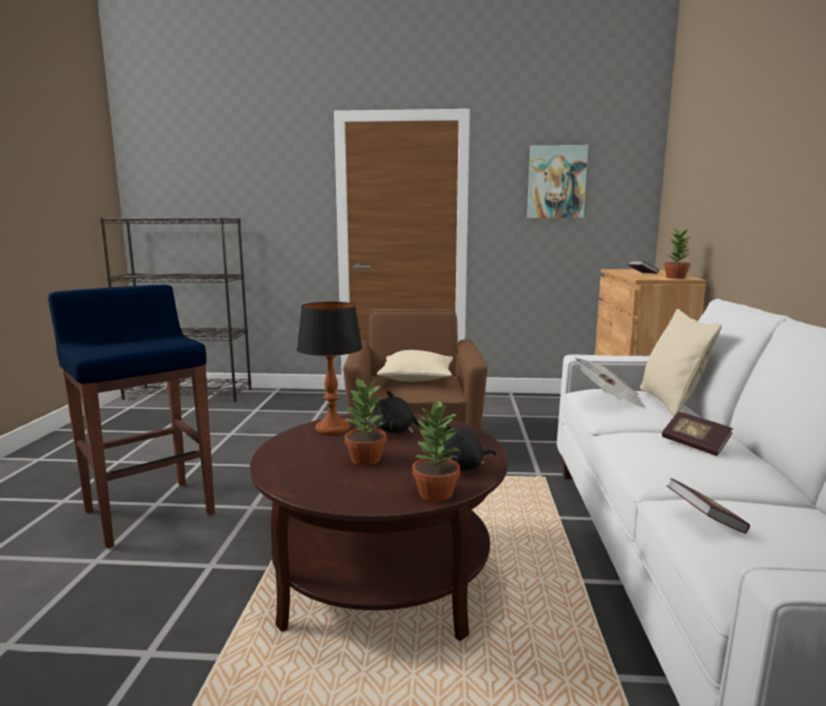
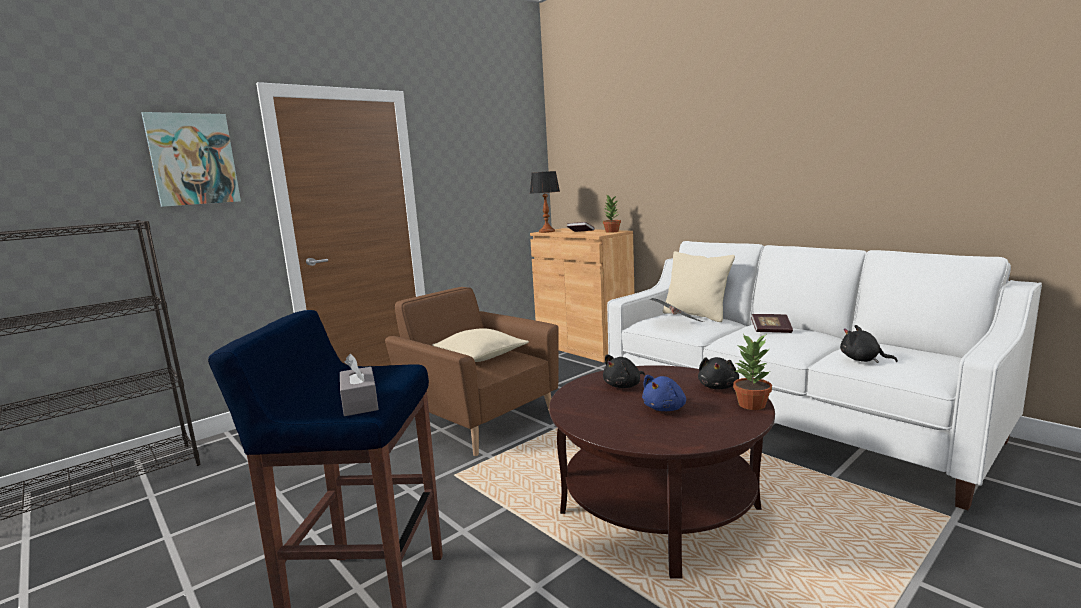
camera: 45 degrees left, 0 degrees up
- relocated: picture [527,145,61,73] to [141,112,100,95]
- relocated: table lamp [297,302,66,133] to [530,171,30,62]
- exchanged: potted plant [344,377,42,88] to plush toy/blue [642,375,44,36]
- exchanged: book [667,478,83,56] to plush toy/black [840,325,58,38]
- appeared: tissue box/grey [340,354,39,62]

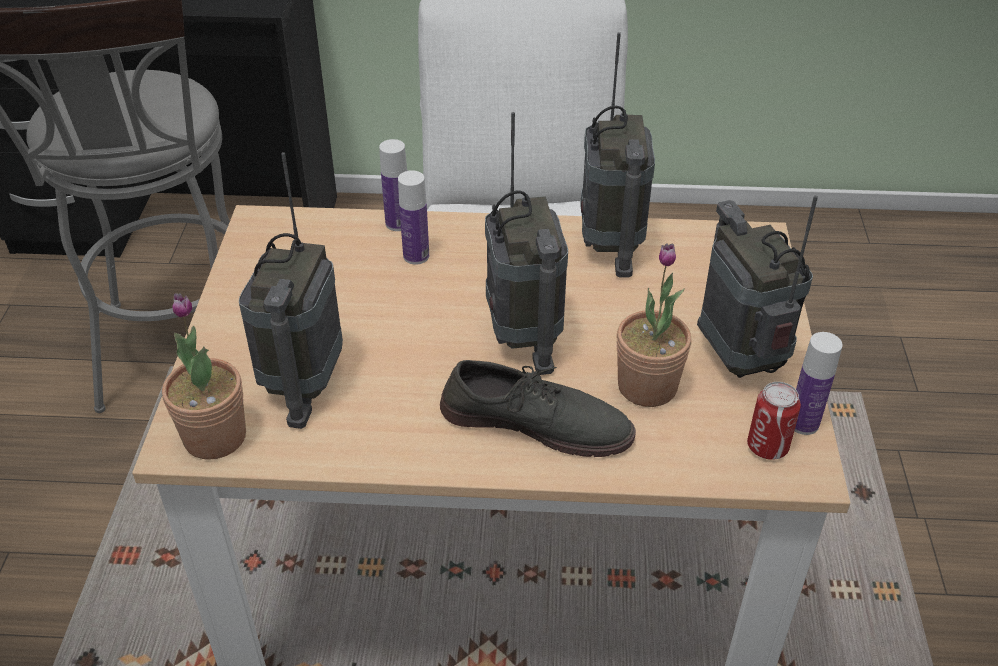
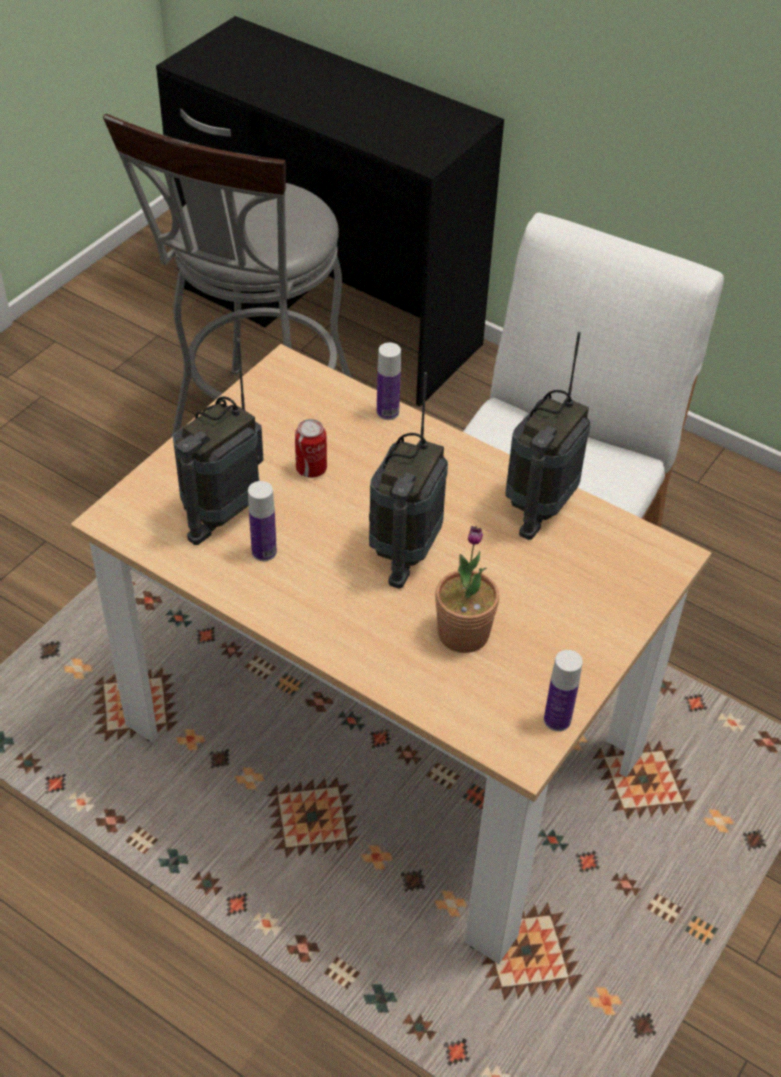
camera: 30 degrees right, 5 degrees up
- relocated: bottle [398,170,31,95] to [248,481,29,80]
- missing: radio [697,195,121,183]
- missing: potted plant [162,293,84,166]
- missing: shoe/grey [440,360,196,97]
- relocated: can [747,382,54,78] to [295,419,32,59]

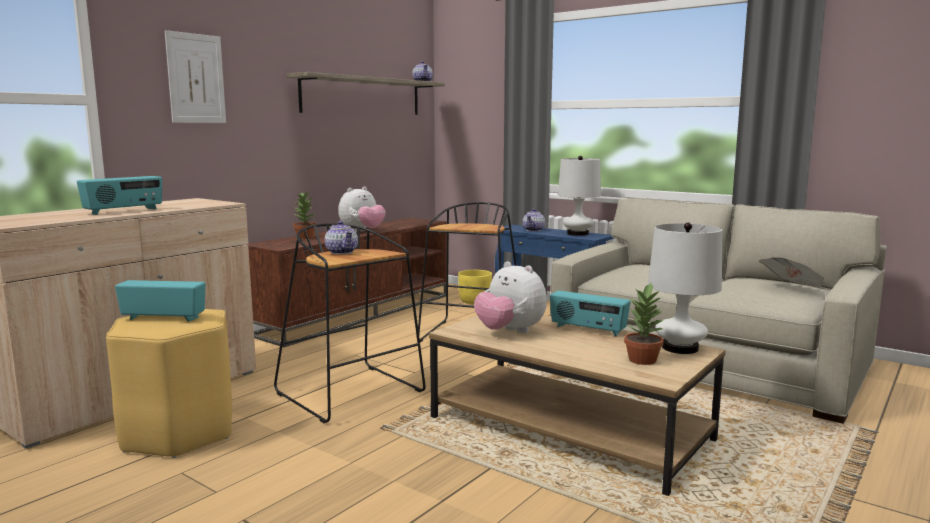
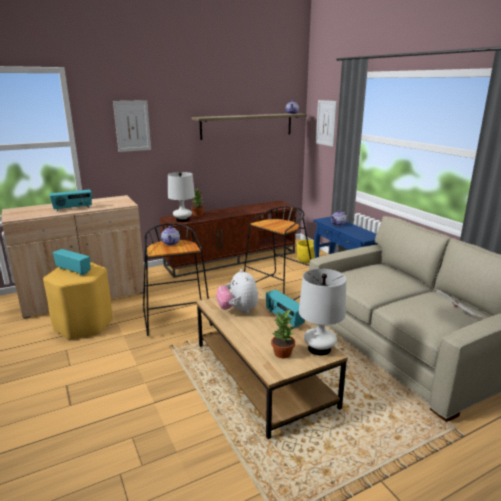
camera: 25 degrees right, 10 degrees up
- relocated: table lamp/white [558,156,43,80] to [168,172,27,50]
- missing: plush toy [338,186,48,46]
- appeared: picture [316,100,21,47]

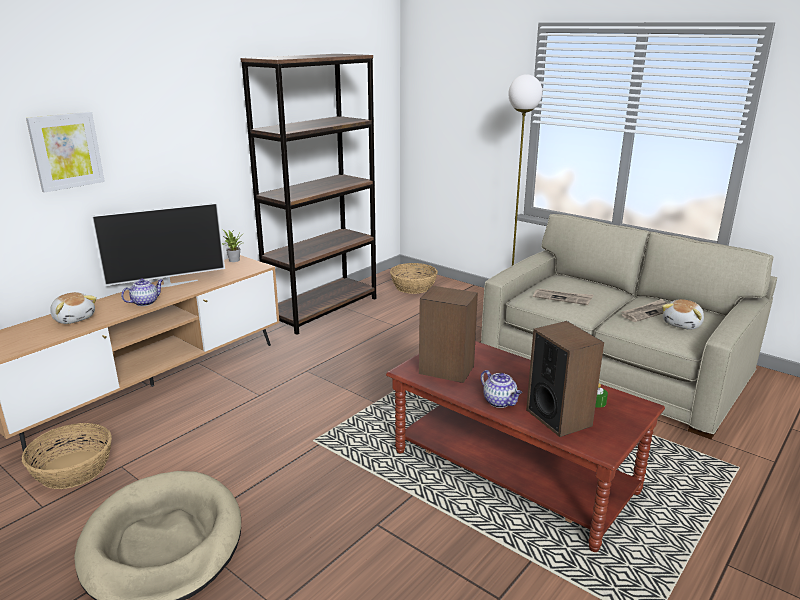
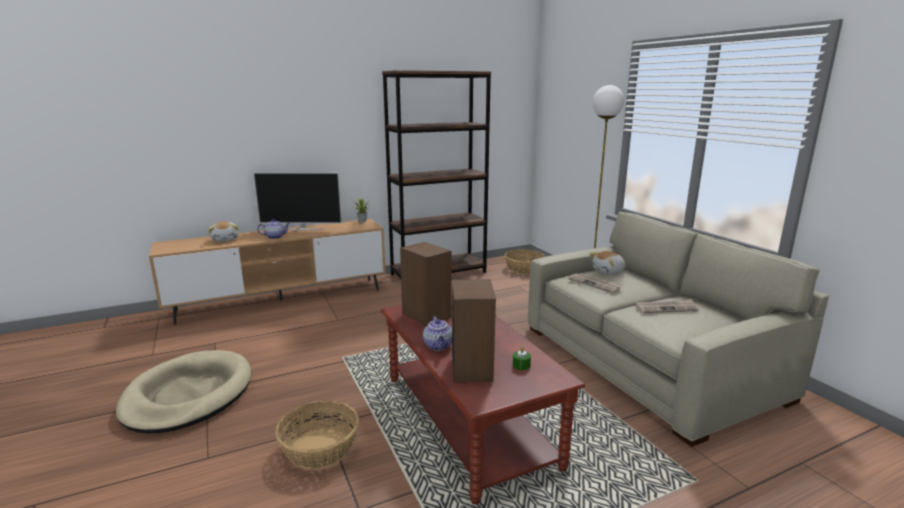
camera: 25 degrees right, 5 degrees down
- missing: picture [26,112,79,81]
- relocated: plush toy [662,299,42,31] to [589,251,36,23]
- relocated: basket [22,423,90,66] to [275,400,84,69]

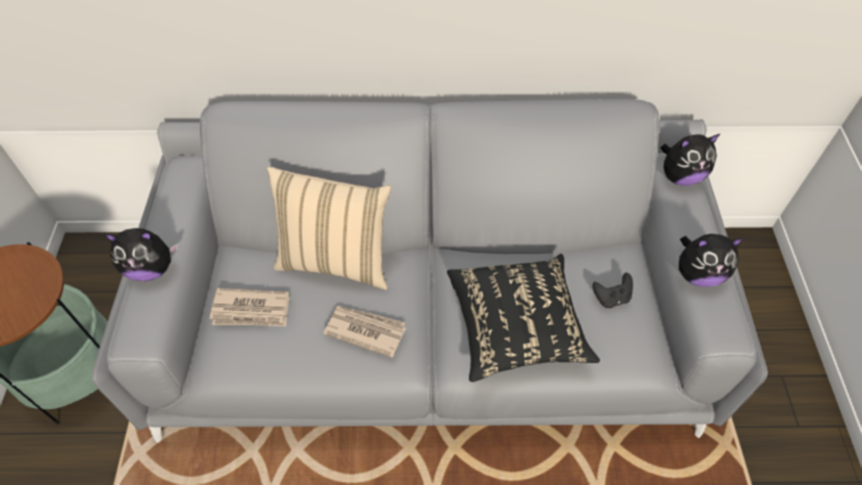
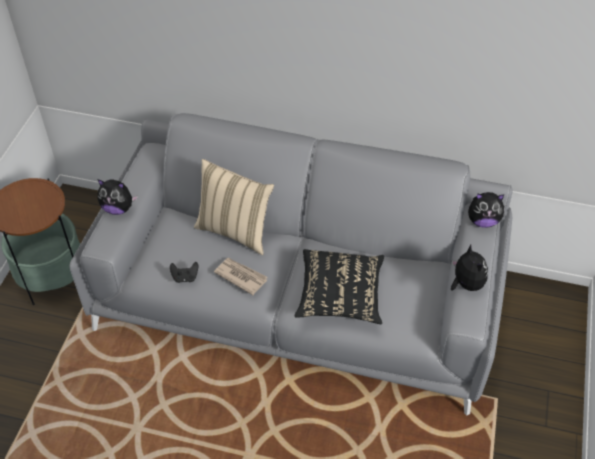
camera: 15 degrees right, 5 degrees down
- spun: plush toy [679,234,65,53] = [451,245,37,46] 120 degrees counterclockwise
- relocated: game controller/black [592,273,41,35] to [170,262,28,21]
- missing: newspaper [210,288,79,38]

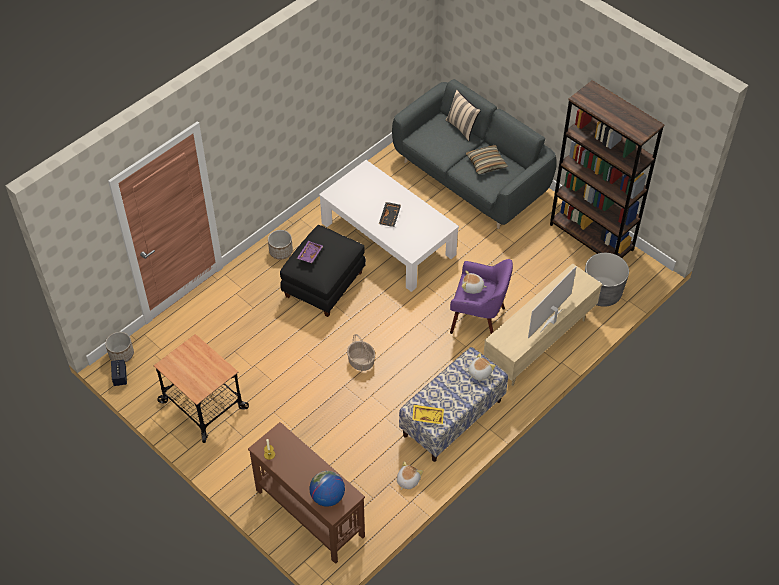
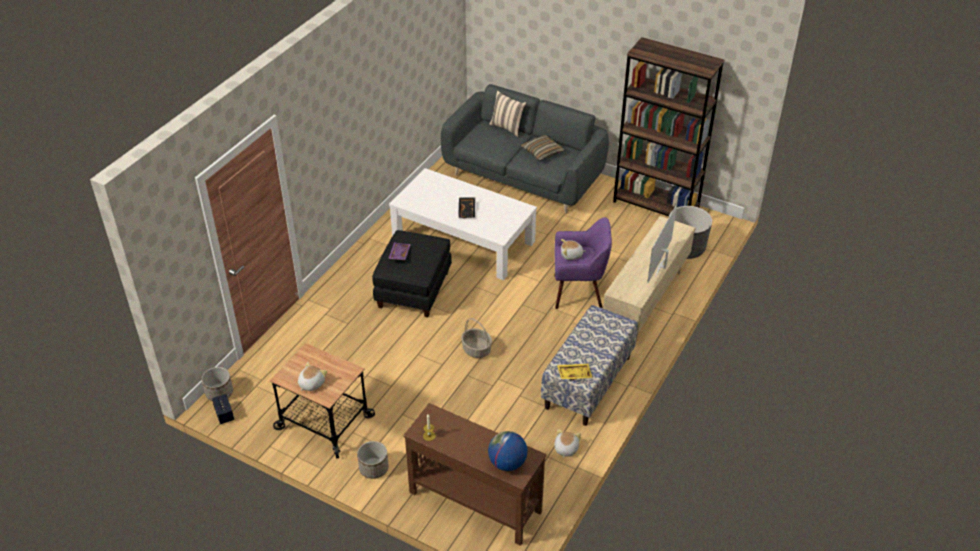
camera: 15 degrees left, 10 degrees down
- relocated: planter [268,230,25,30] to [357,441,32,38]
- relocated: plush toy [468,353,28,27] to [298,362,29,29]

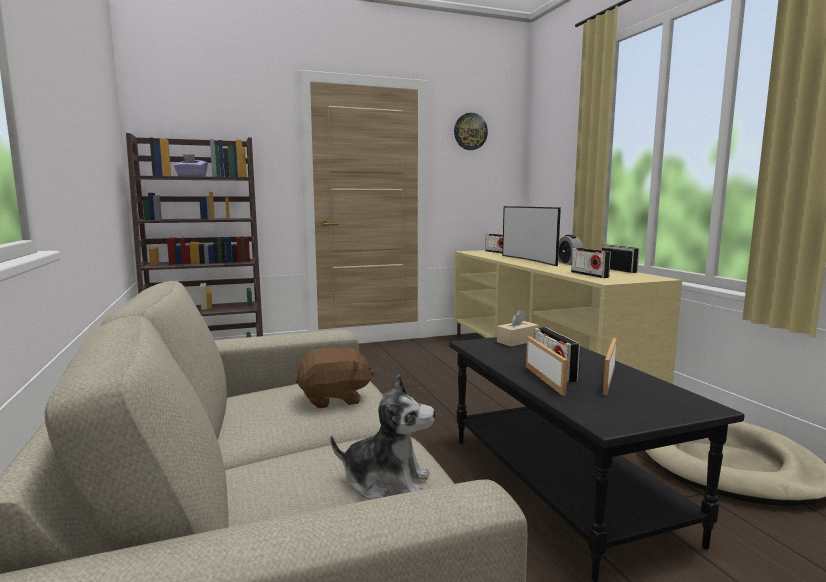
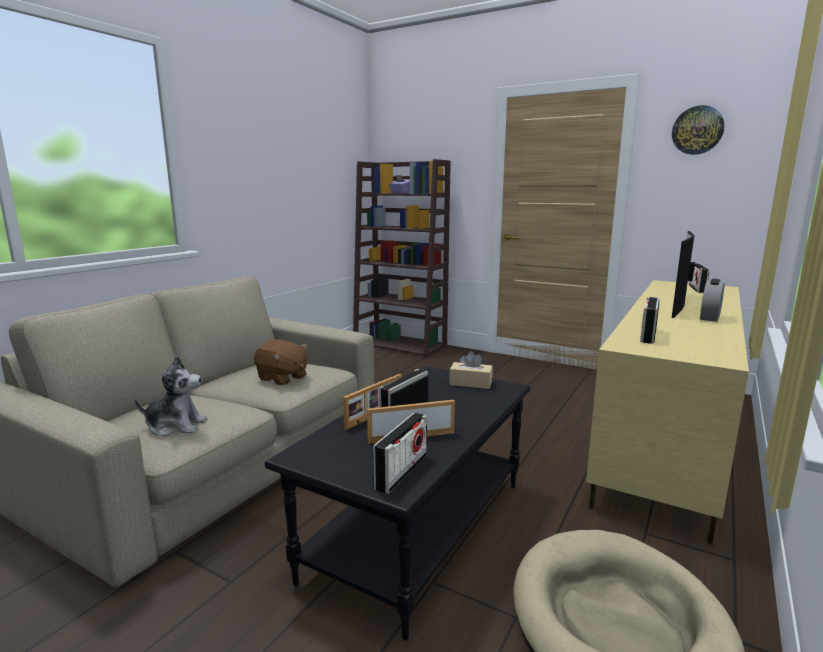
camera: 50 degrees right, 5 degrees up
- relocated: radio [602,245,38,28] to [373,413,54,81]
- spun: plush toy [331,374,104,125] = [135,356,72,81] 60 degrees counterclockwise

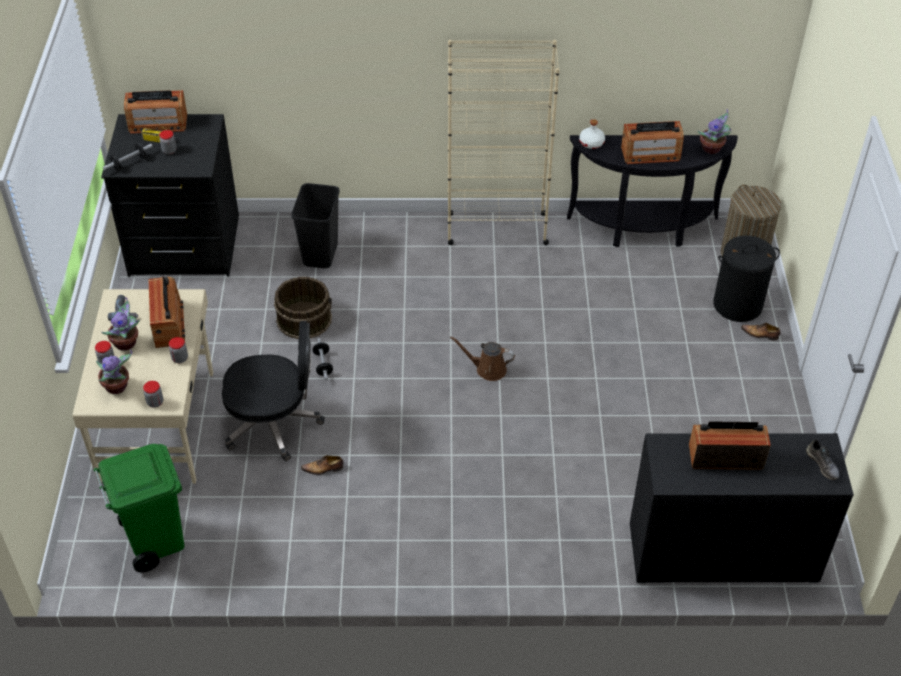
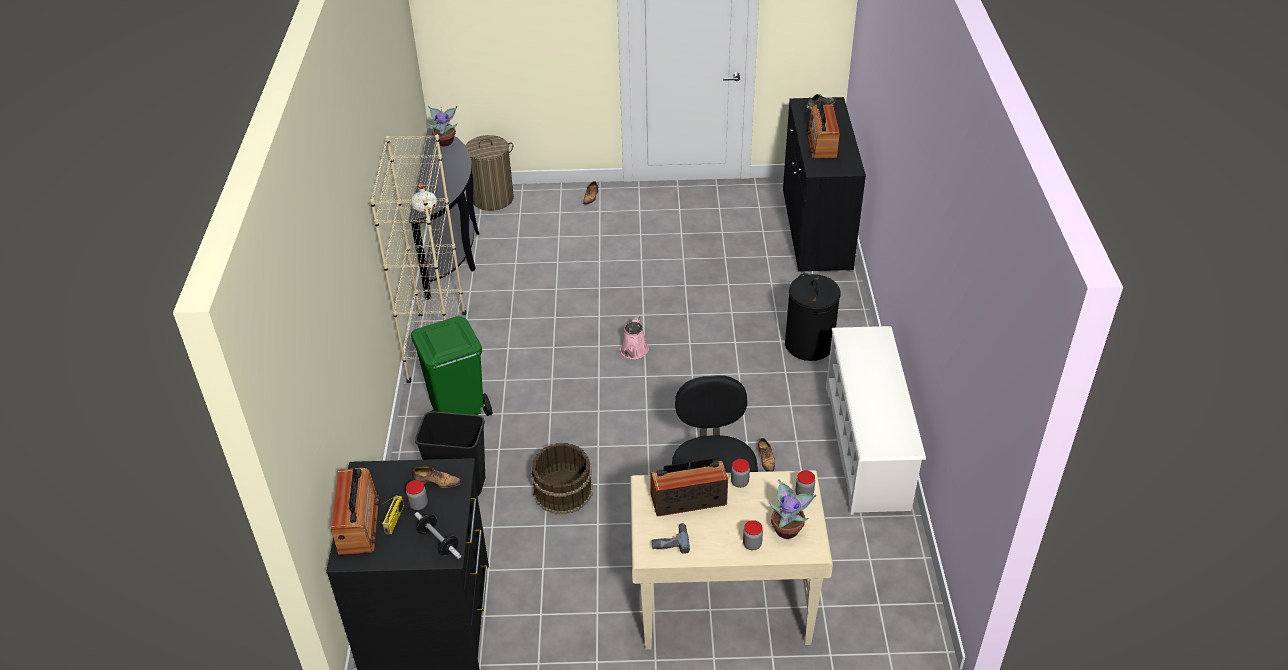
camera: 90 degrees left, 5 degrees down
- missing: radio [621,121,63,43]
- relocated: laundry basket/black [713,235,67,87] to [785,273,56,88]
- missing: potted plant [101,297,39,54]
- colour: watering can/brown [450,336,65,45] to watering can/pink [620,316,29,43]
- missing: dumbbell [312,338,21,43]
- relocated: trash can/green [94,444,90,128] to [411,316,81,100]
- appeared: shoe rack/white [826,326,100,189]
- appeared: shoe [412,466,49,22]

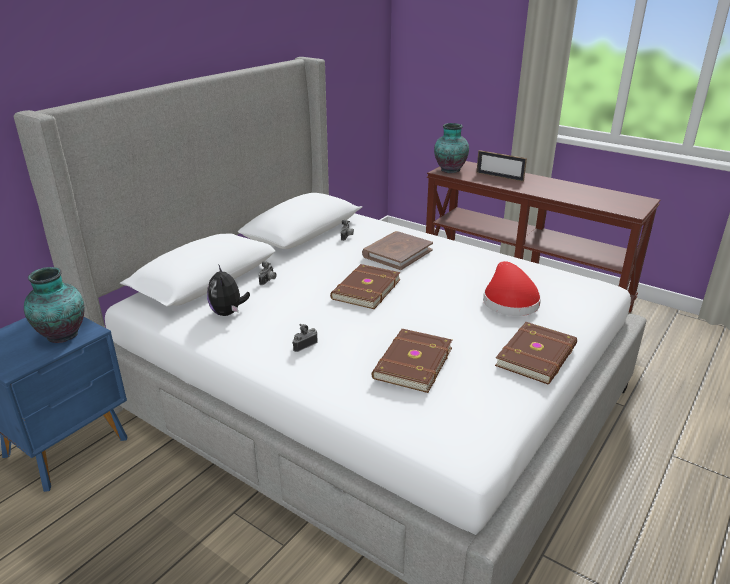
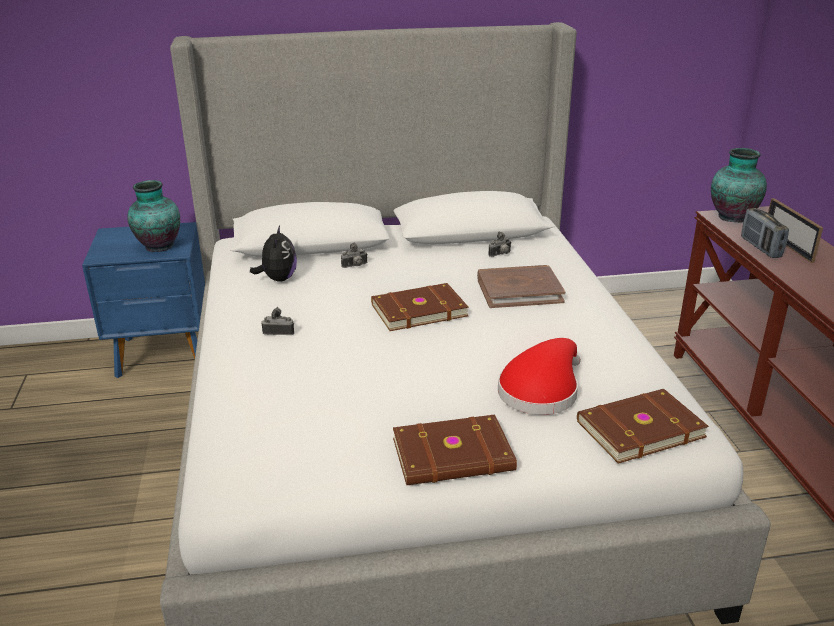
camera: 45 degrees right, 0 degrees up
- spun: plush toy [207,264,43,52] = [250,225,47,57] 150 degrees clockwise
- relocated: book/brown [372,329,80,64] to [577,389,132,75]
- appeared: radio [741,208,48,50]

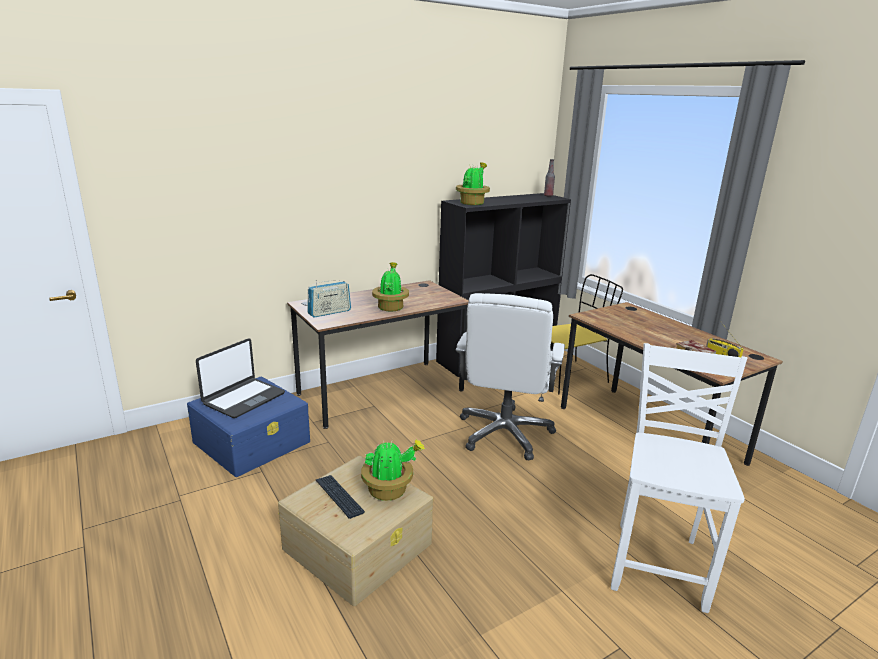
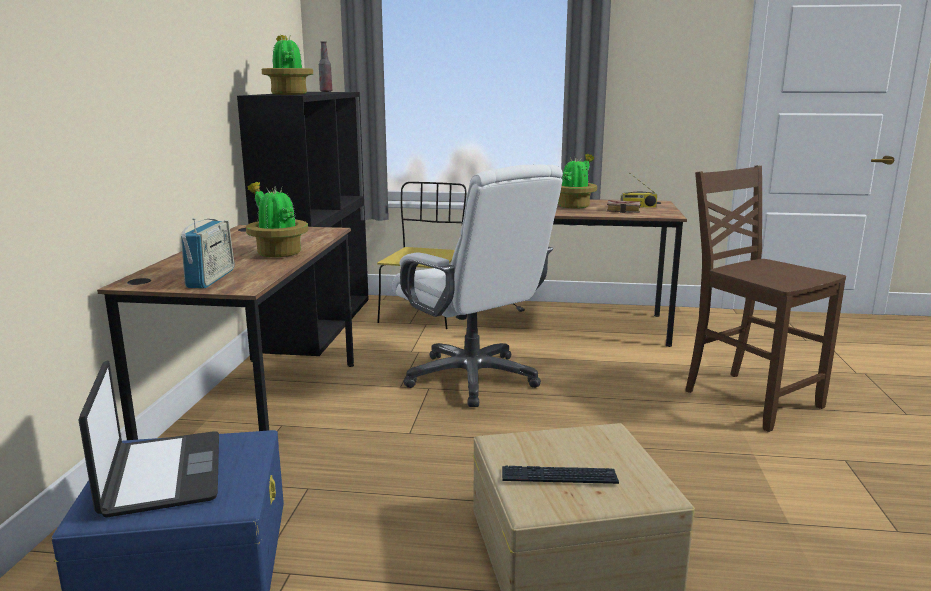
camera: 50 degrees left, 5 degrees down
- colour: chair/white [611,343,136,270] to chair/brown [685,165,161,267]
- relocated: potted plant [361,439,64,62] to [559,154,38,55]

